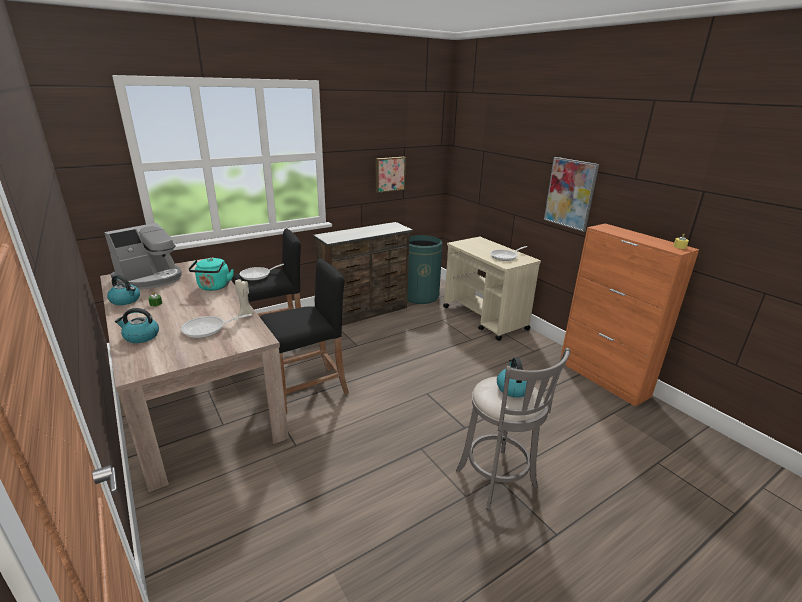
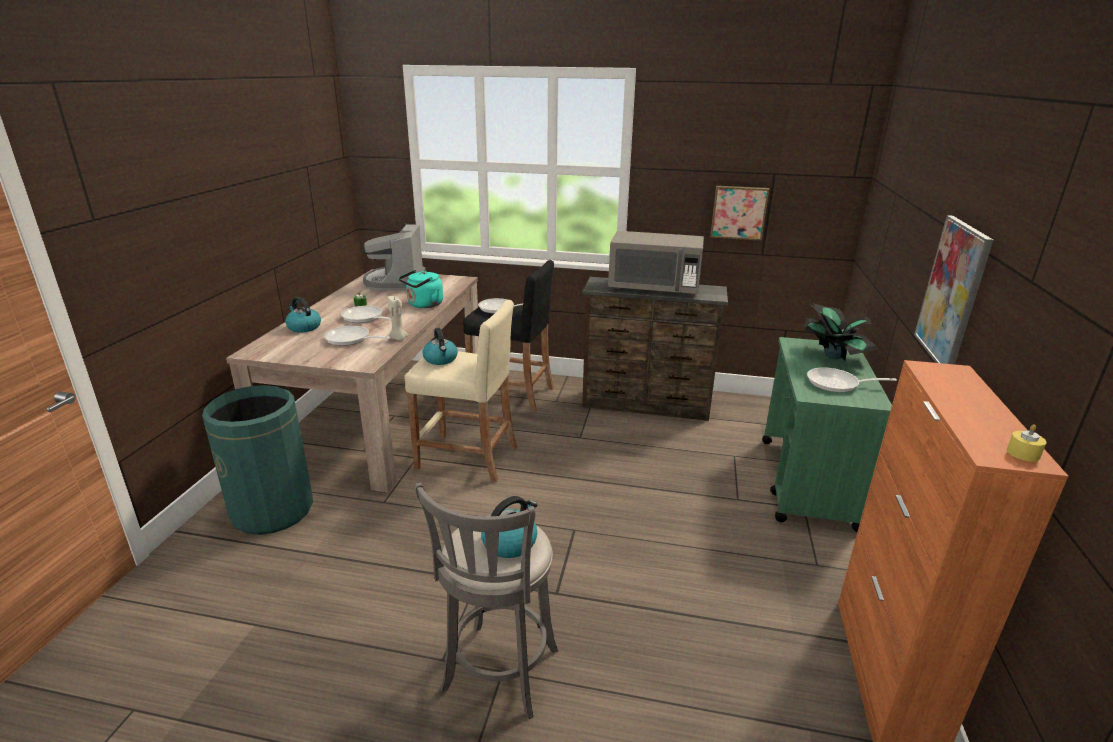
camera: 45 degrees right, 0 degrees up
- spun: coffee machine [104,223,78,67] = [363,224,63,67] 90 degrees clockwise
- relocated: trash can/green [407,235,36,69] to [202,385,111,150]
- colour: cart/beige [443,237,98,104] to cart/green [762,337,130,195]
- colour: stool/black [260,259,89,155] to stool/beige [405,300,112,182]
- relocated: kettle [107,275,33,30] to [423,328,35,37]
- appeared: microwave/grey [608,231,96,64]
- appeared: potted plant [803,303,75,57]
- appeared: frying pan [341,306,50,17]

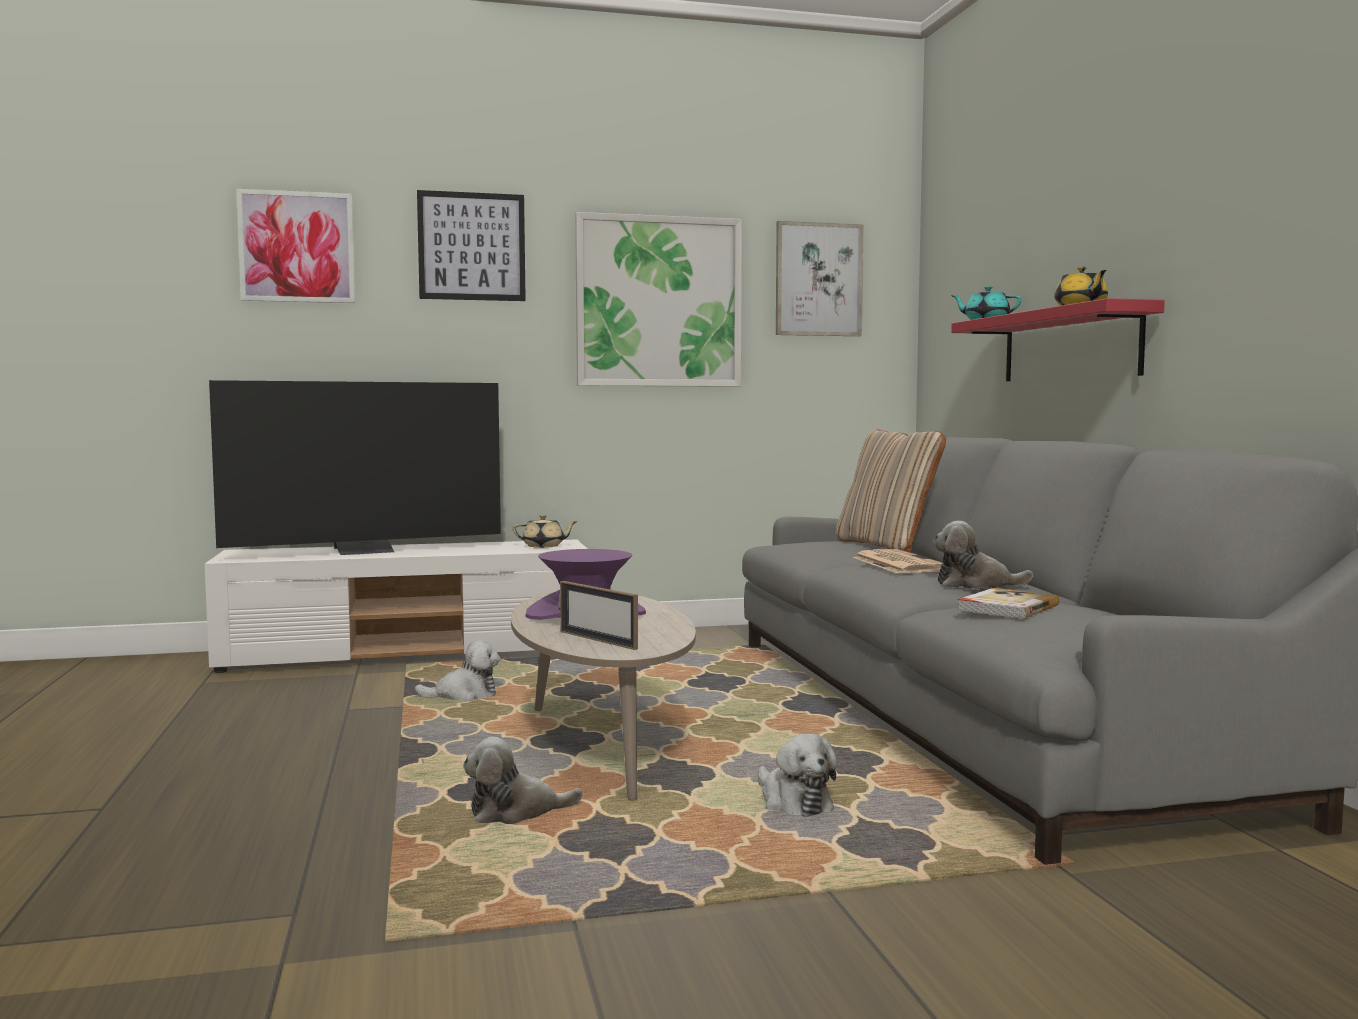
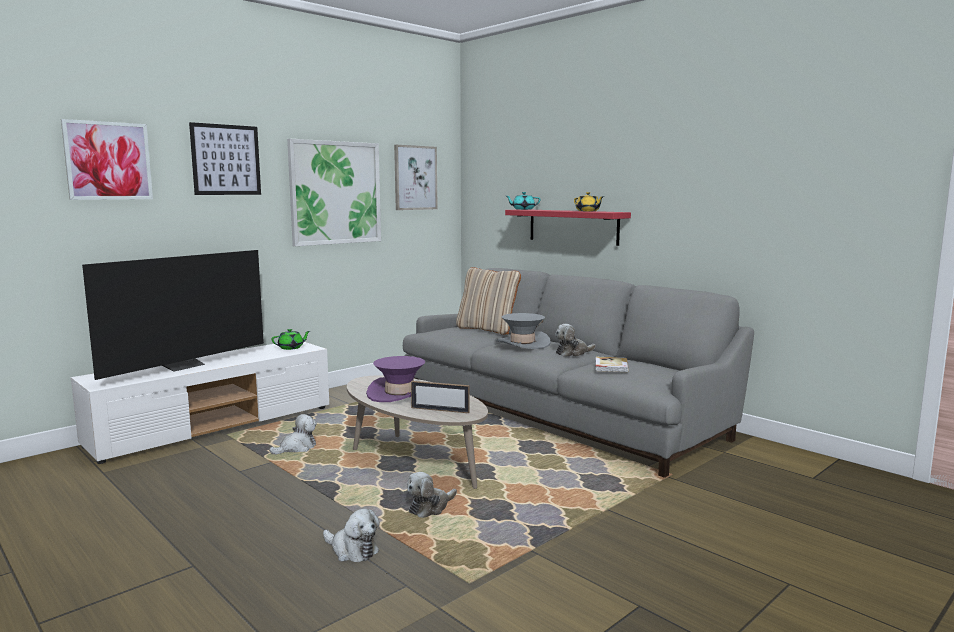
camera: 30 degrees left, 5 degrees up
- colour: teapot/beige [513,515,65,33] to teapot/green [271,329,39,21]
- exchanged: newspaper [853,549,89,24] to hat/grey [495,313,56,36]
- relocated: plush toy [758,734,79,83] to [323,508,57,54]

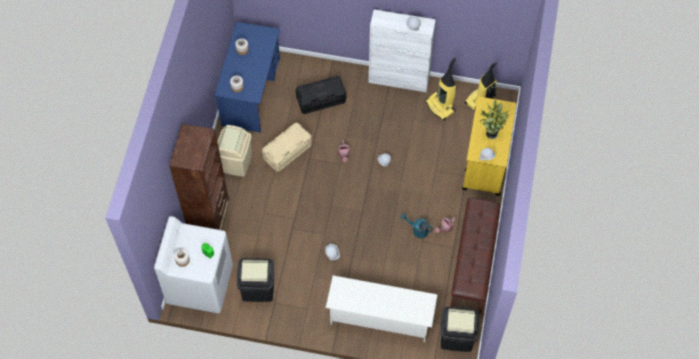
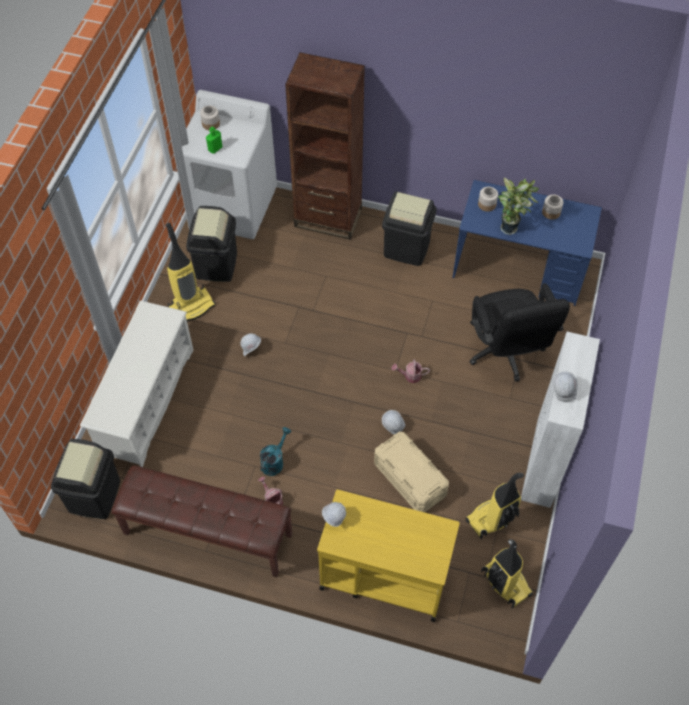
camera: 95 degrees right, 5 degrees down
- exchanged: storage box/black [296,76,50,38] to office chair/black [469,283,101,99]
- relocated: potted plant [480,100,29,39] to [498,178,41,57]
- relocated: storage box/beige [262,123,50,49] to [374,431,75,81]
- colour: trash can/beige [217,125,35,52] to trash can/black [382,191,55,75]
- appeared: vacuum cleaner [166,223,50,98]

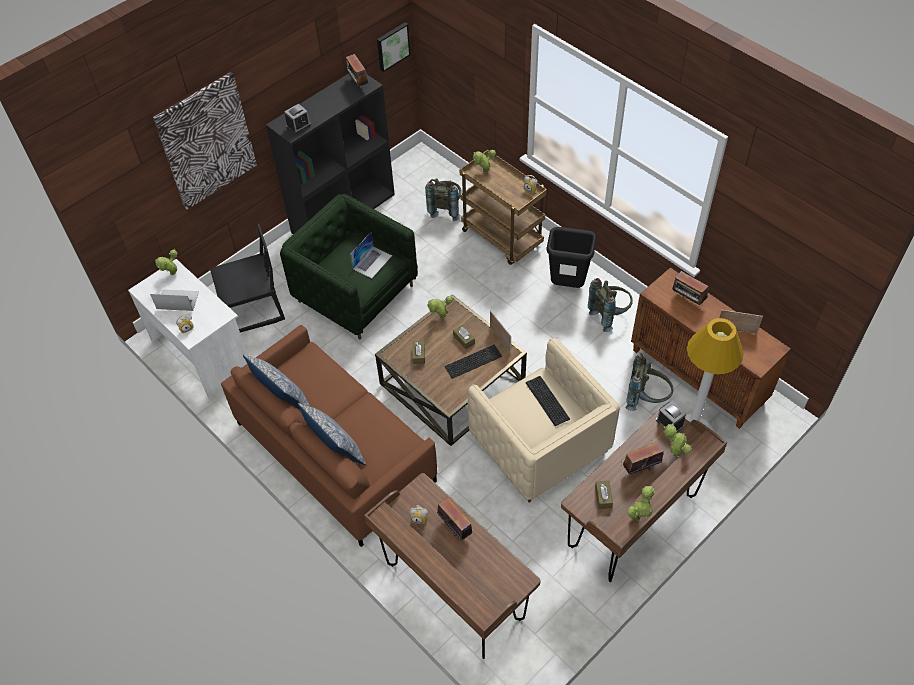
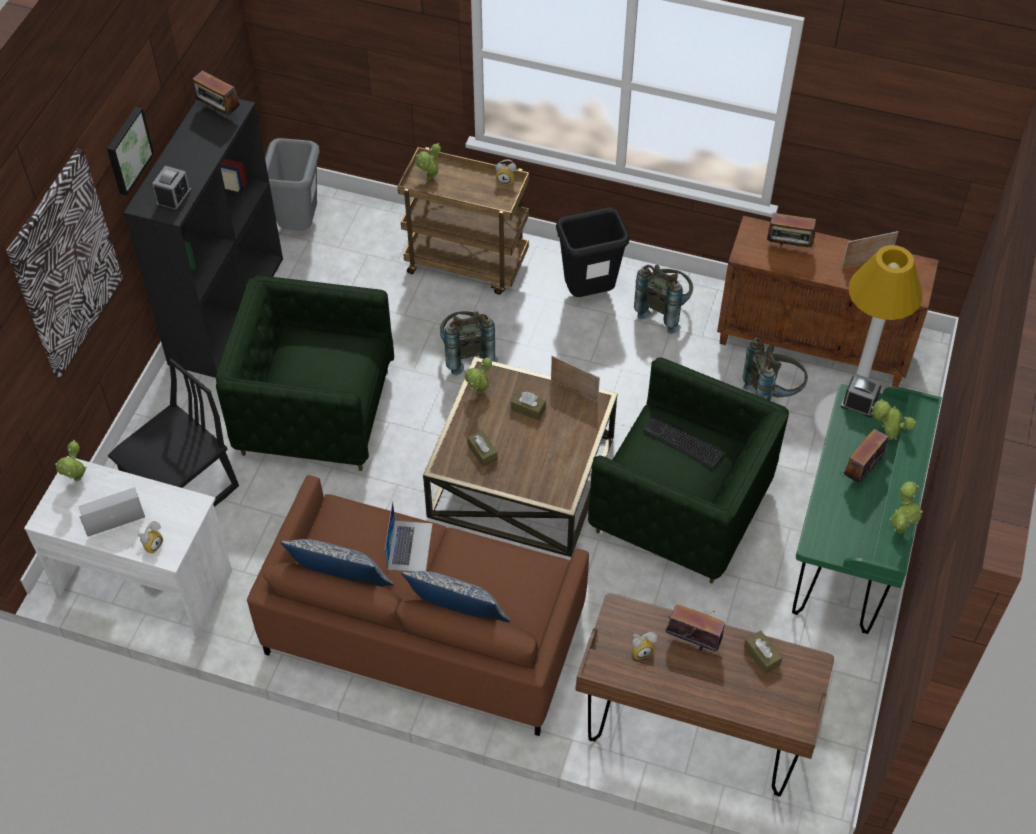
camera: 30 degrees left, 0 degrees up
- relocated: picture [377,22,34,50] to [107,107,47,88]
- relocated: backpack/grey [425,178,36,43] to [440,311,58,64]
- relocated: laptop [350,232,42,46] to [385,501,48,71]
- colour: armchair/beige [467,338,153,165] to armchair/green [588,357,201,227]
- missing: keyboard [444,345,58,34]
- colour: desk/brown [561,406,166,176] to desk/green [792,384,150,250]
- relocated: tissue box/brown [595,481,18,28] to [744,631,38,43]
- appeared: trash can/grey [265,138,54,93]

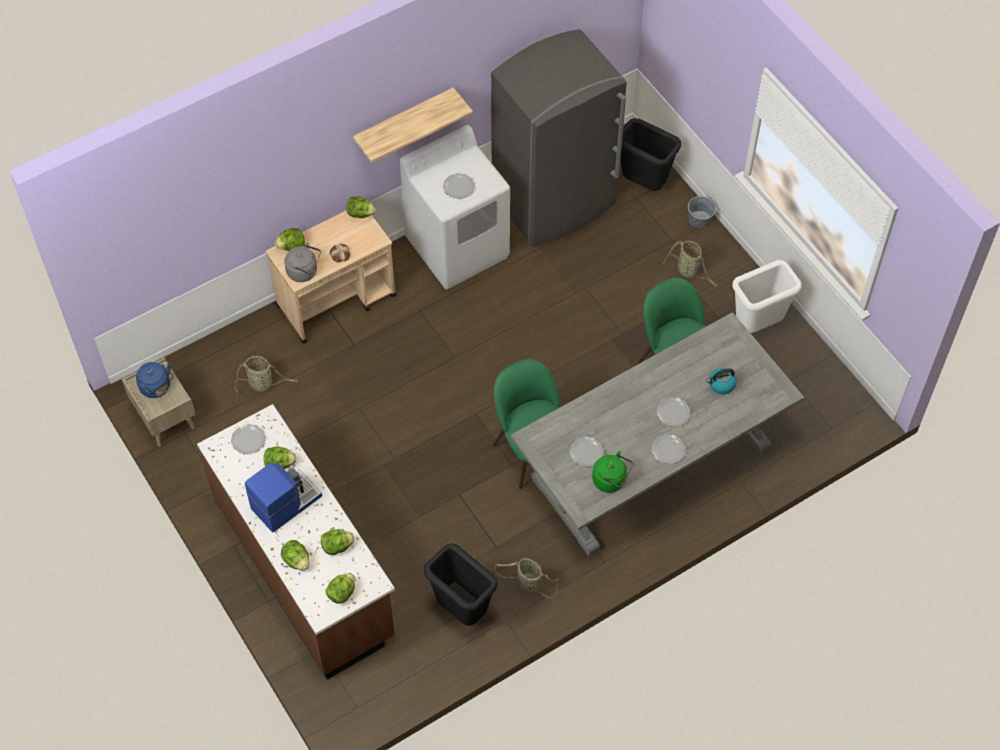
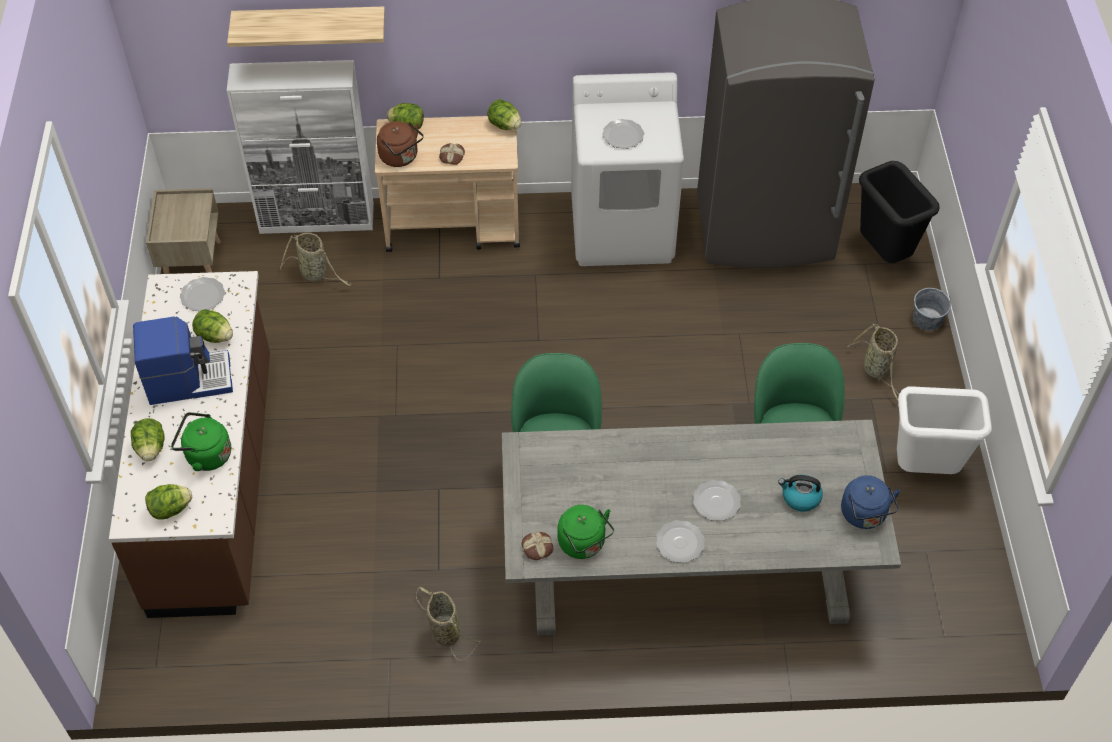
camera: 30 degrees right, 5 degrees down
- relocated: shelf [353,87,120,76] to [227,7,158,40]
- colour: kettle/grey [284,243,37,39] to kettle/brown [377,121,47,46]
- relocated: kettle/blue [136,362,37,36] to [841,475,59,54]
- missing: plate [569,437,35,30]
- exchanged: lettuce [321,529,33,26] to kettle/green [171,412,60,59]
- missing: trash can/black [424,543,74,83]
- appeared: cabinet/white [227,60,147,174]
- appeared: bread [522,532,32,28]

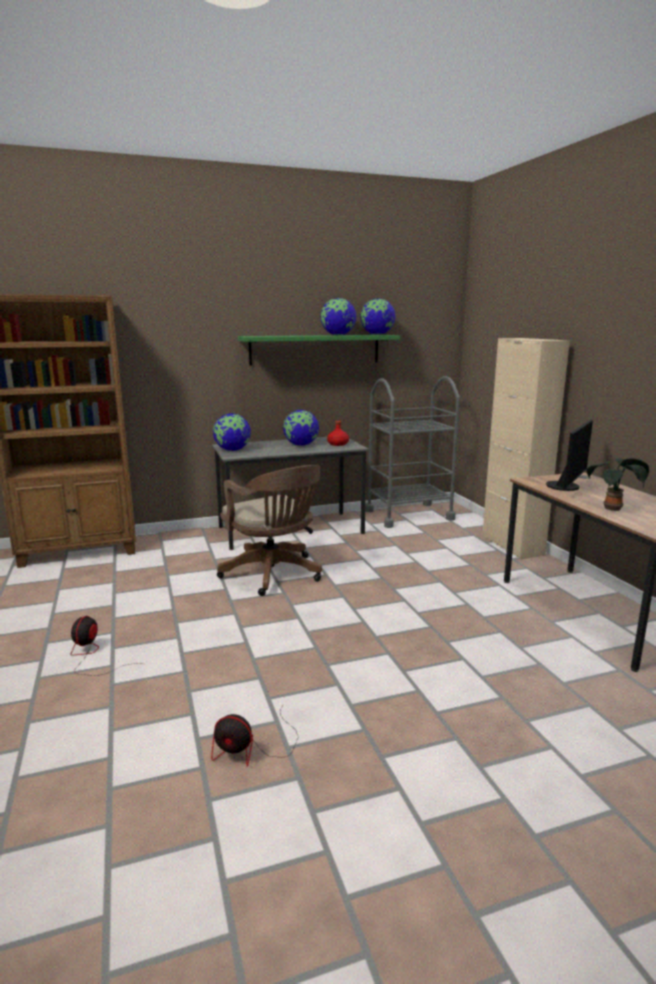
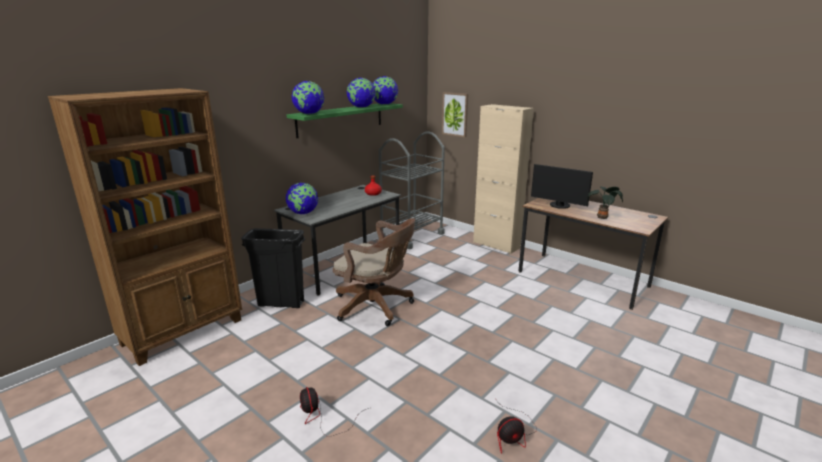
camera: 30 degrees left, 5 degrees up
- relocated: globe [283,410,36,36] to [292,81,32,33]
- spun: monitor [546,419,47,72] = [531,164,62,45] 120 degrees clockwise
- appeared: picture [442,92,26,45]
- appeared: trash can/black [241,228,64,80]

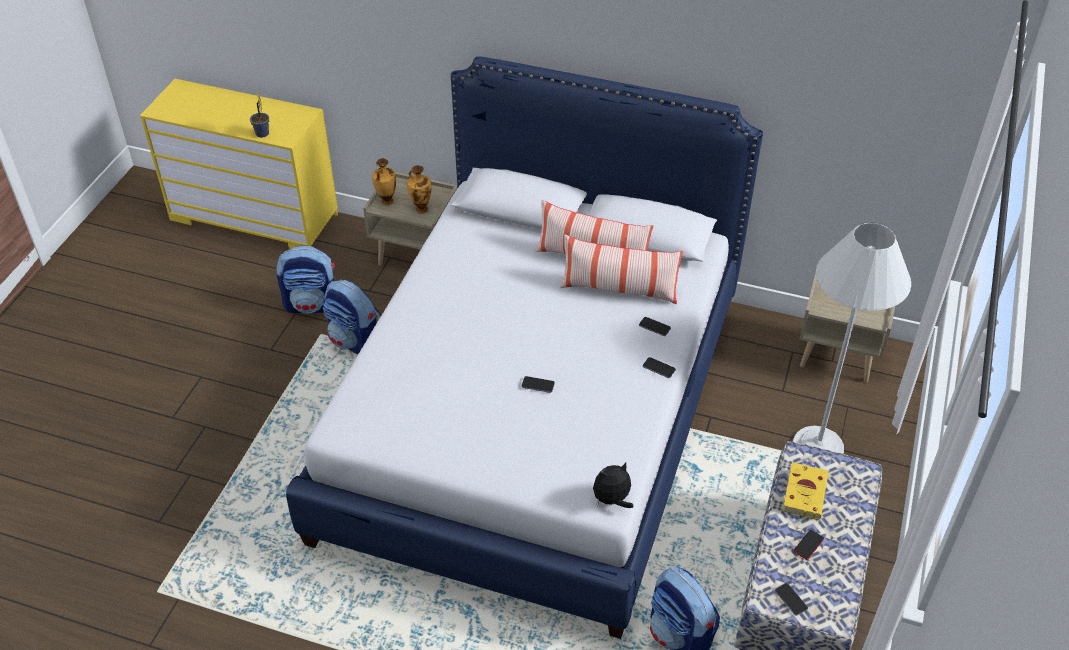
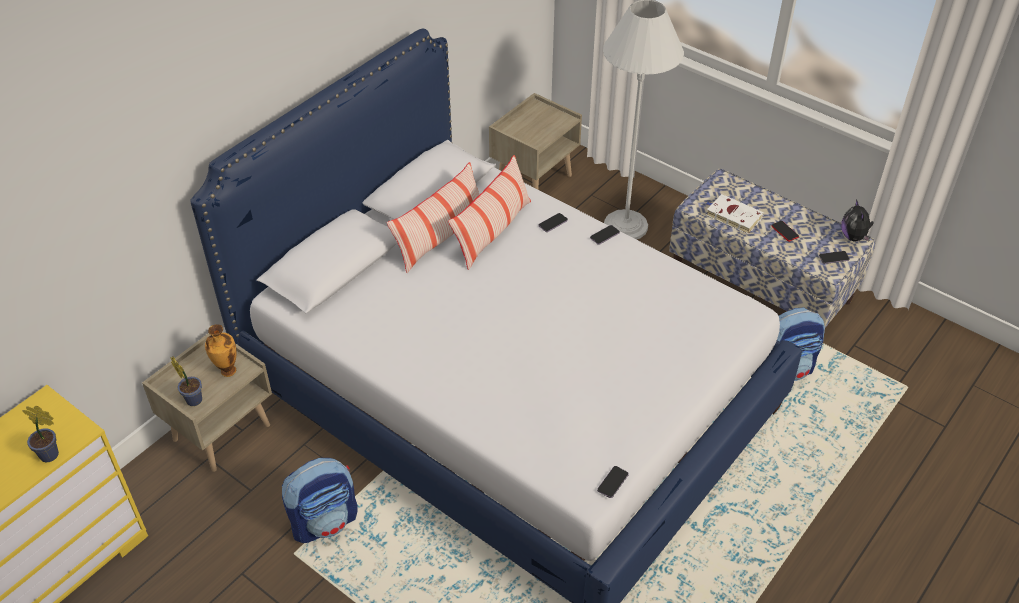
camera: 70 degrees left, 0 degrees up
- exchanged: vase [372,158,24,48] to potted plant [170,357,32,49]
- missing: backpack [276,245,59,69]
- relocated: phone [522,376,33,17] to [597,466,32,32]
- colour: book/yellow [783,462,45,57] to book/white [706,194,58,40]
- relocated: plush toy [593,463,40,45] to [841,199,33,42]

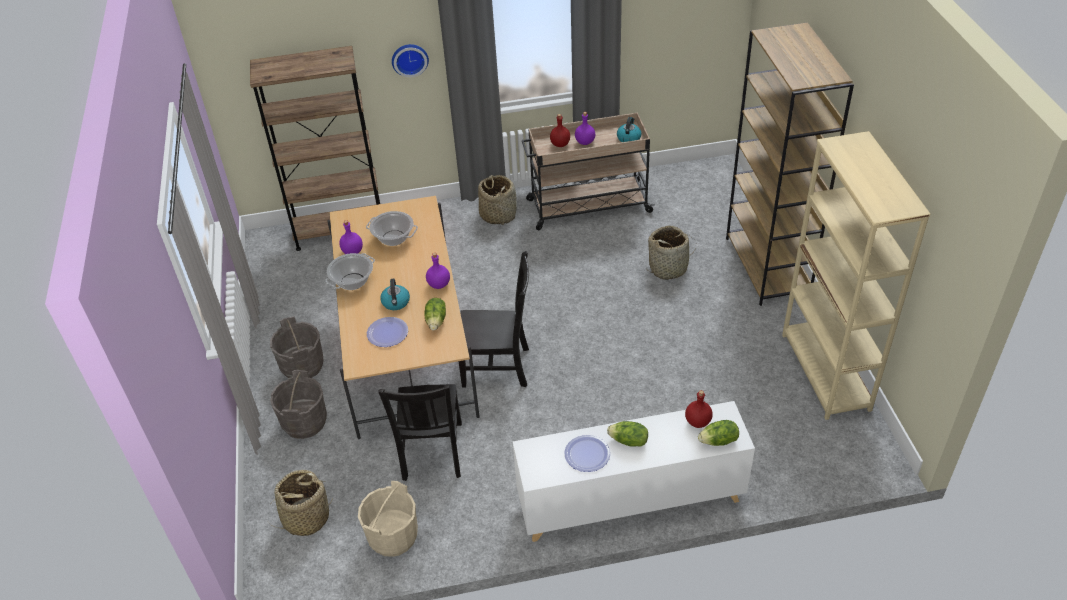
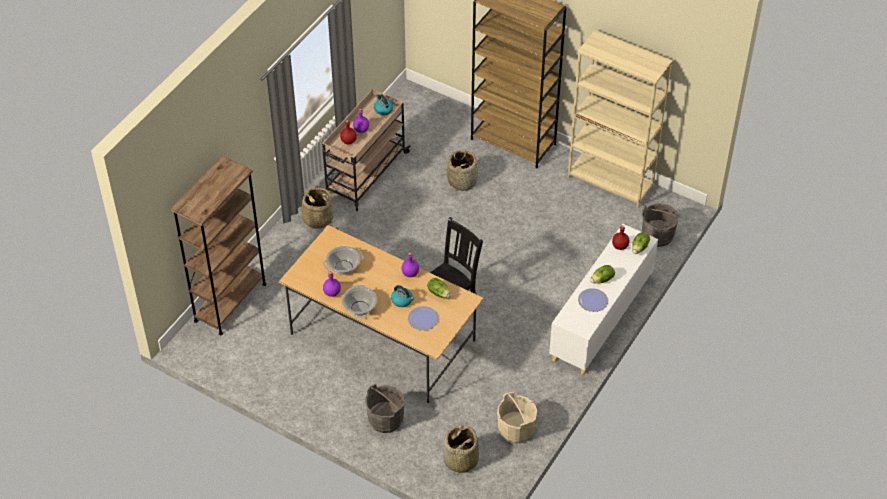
camera: 50 degrees left, 5 degrees up
- missing: wall clock [392,44,37,33]
- relocated: bucket/grey [270,316,54,62] to [642,203,39,44]
- missing: chair/black [378,384,84,97]

